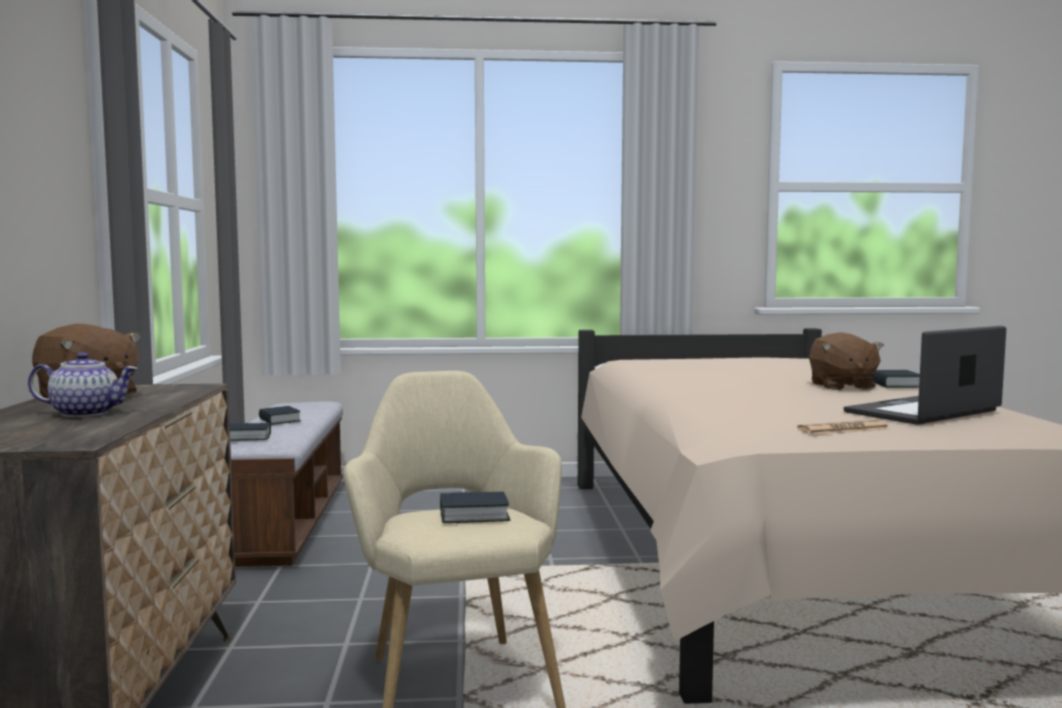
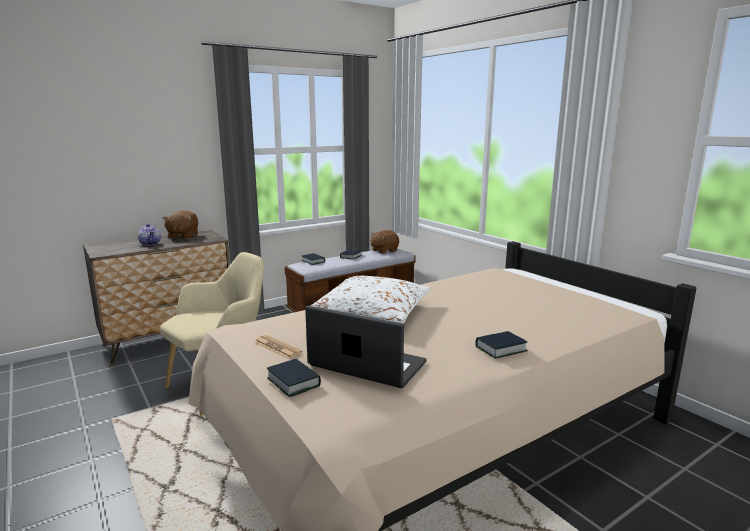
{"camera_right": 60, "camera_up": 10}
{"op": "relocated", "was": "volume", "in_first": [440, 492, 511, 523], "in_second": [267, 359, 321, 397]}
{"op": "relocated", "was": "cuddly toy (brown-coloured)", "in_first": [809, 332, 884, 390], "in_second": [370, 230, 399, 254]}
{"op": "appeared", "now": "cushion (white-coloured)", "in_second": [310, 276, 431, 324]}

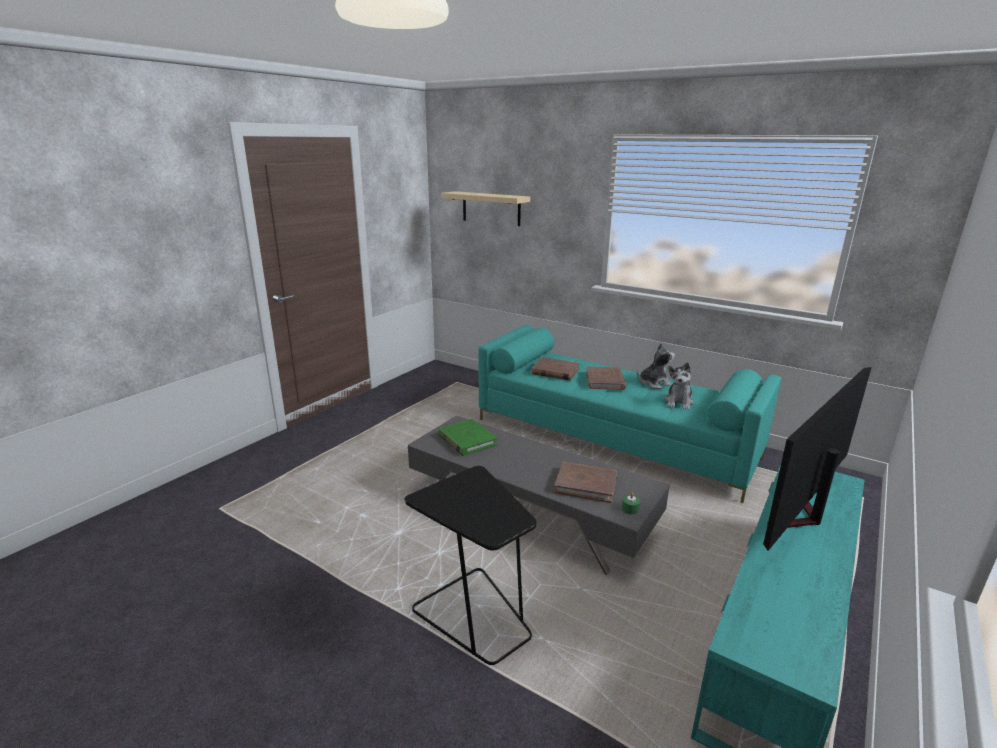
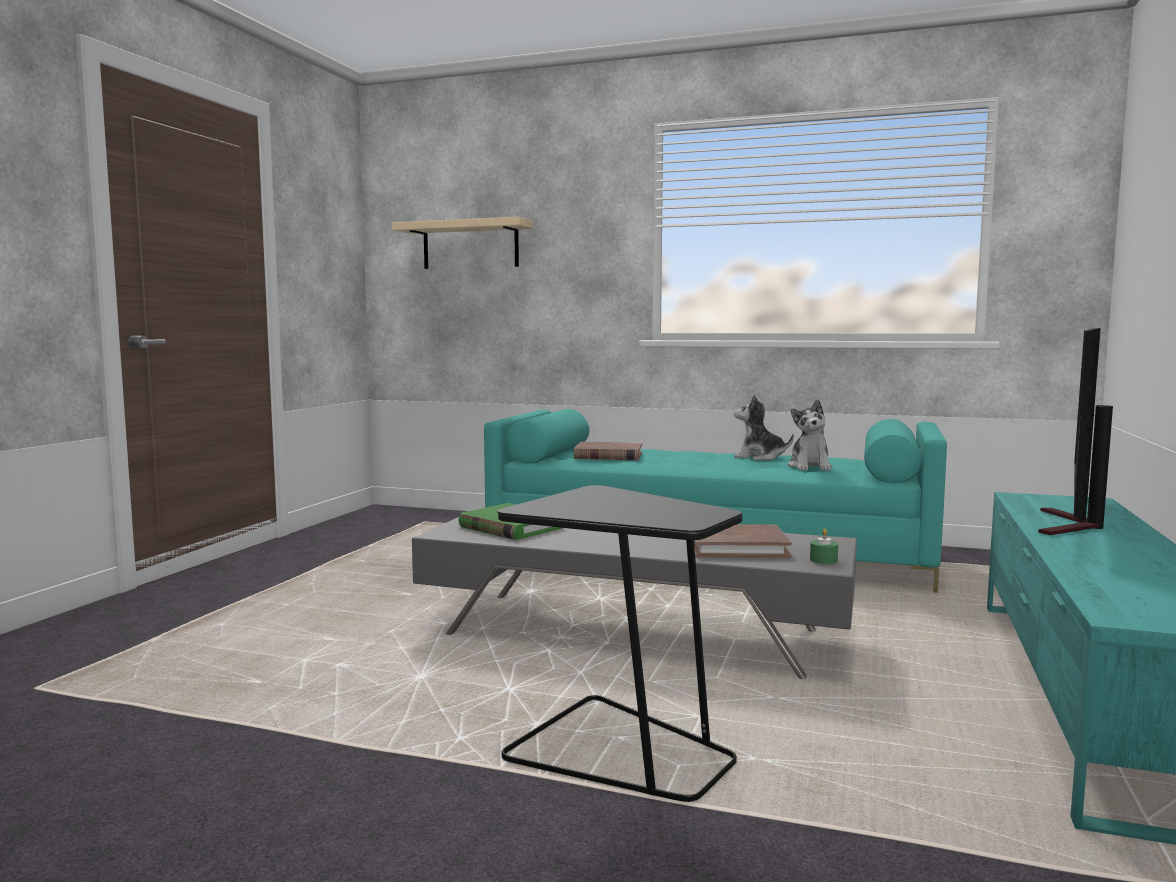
{"camera_right": -15, "camera_up": -15}
{"op": "missing", "was": "volume (brown-coloured)", "in_first": [586, 366, 626, 390]}
{"op": "spun", "was": "cuddly toy", "in_first": [637, 343, 675, 389], "in_second": [734, 394, 794, 460], "clockwise": -120}

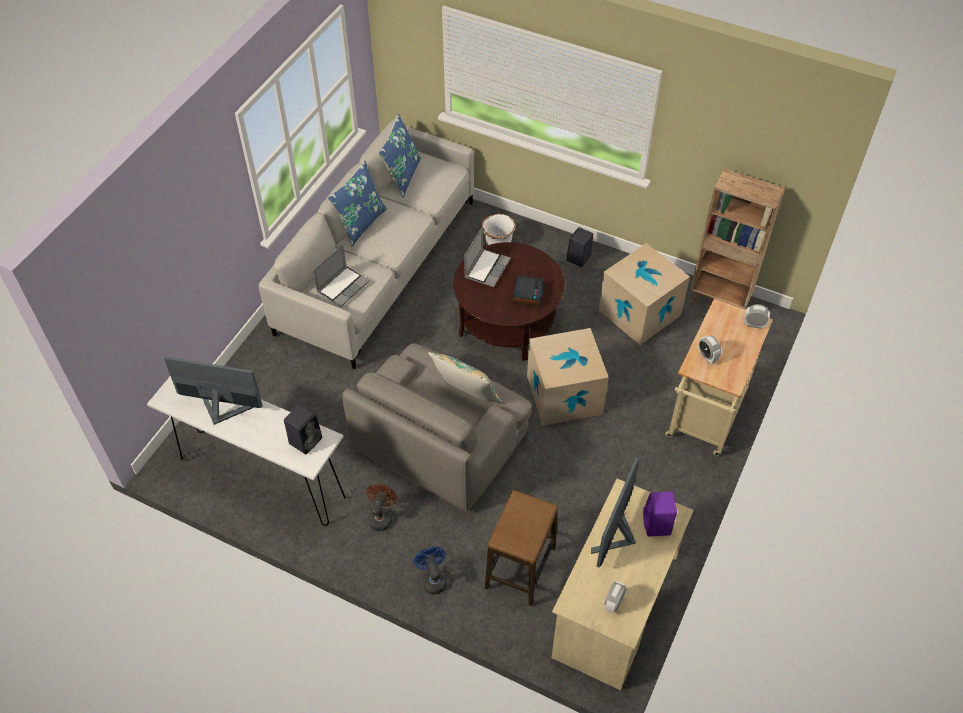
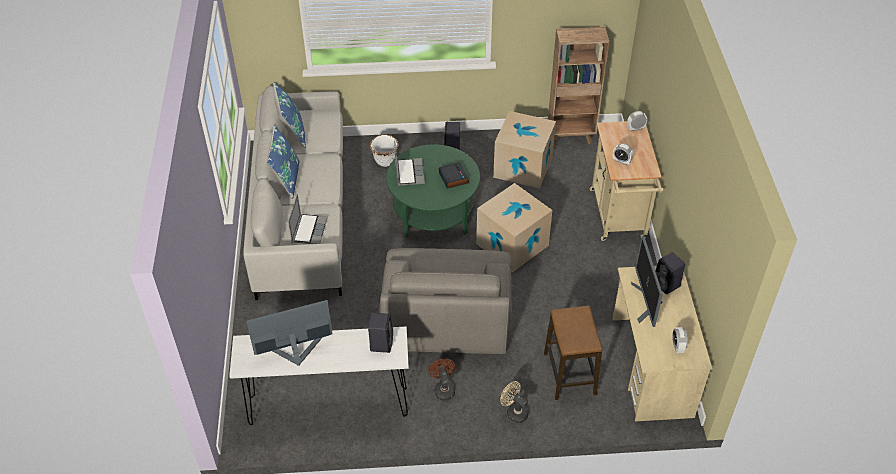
{"camera_right": -30, "camera_up": -5}
{"op": "colour", "was": "electric fan (bluish)", "now": "electric fan (sand-coloured)", "in_first": [414, 546, 447, 594], "in_second": [500, 381, 529, 423]}
{"op": "missing", "was": "cushion (sand-coloured)", "in_first": [428, 352, 502, 403]}
{"op": "colour", "was": "low table (brown-coloured)", "now": "low table (greenish)", "in_first": [453, 242, 565, 361], "in_second": [386, 144, 480, 237]}
{"op": "colour", "was": "audio speaker (purplish)", "now": "audio speaker (black-coloured)", "in_first": [643, 491, 677, 537], "in_second": [655, 252, 685, 294]}

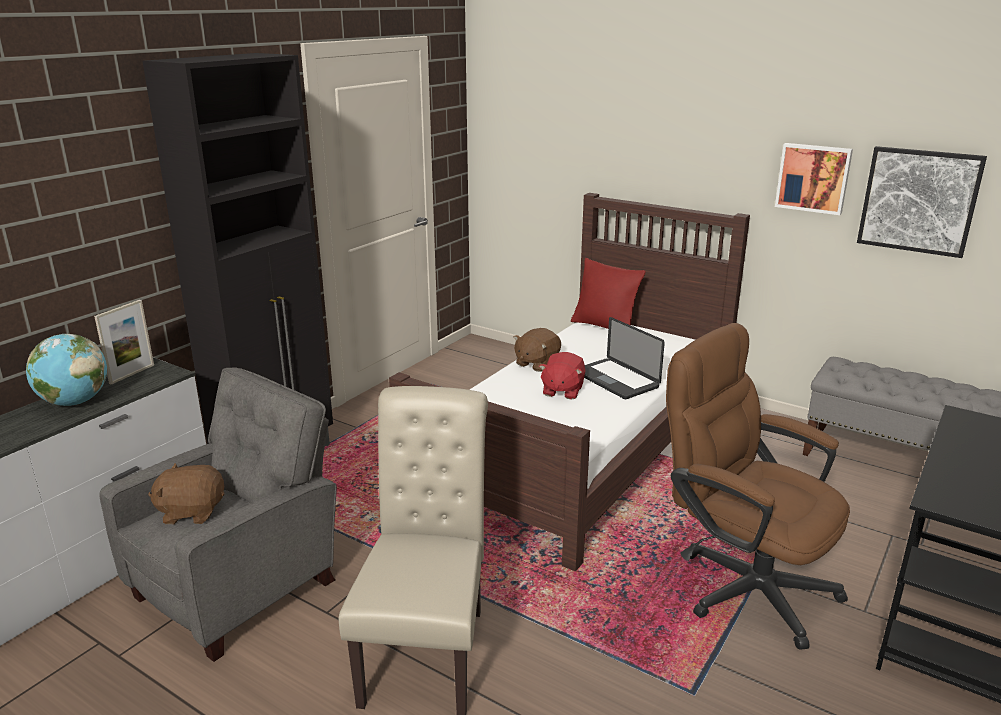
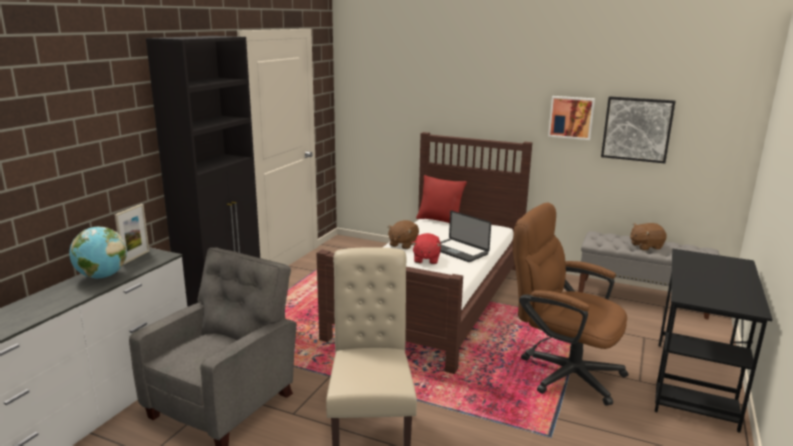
{"camera_right": -10, "camera_up": -5}
{"op": "relocated", "was": "cuddly toy (brown-coloured)", "in_first": [148, 463, 224, 524], "in_second": [630, 223, 667, 250]}

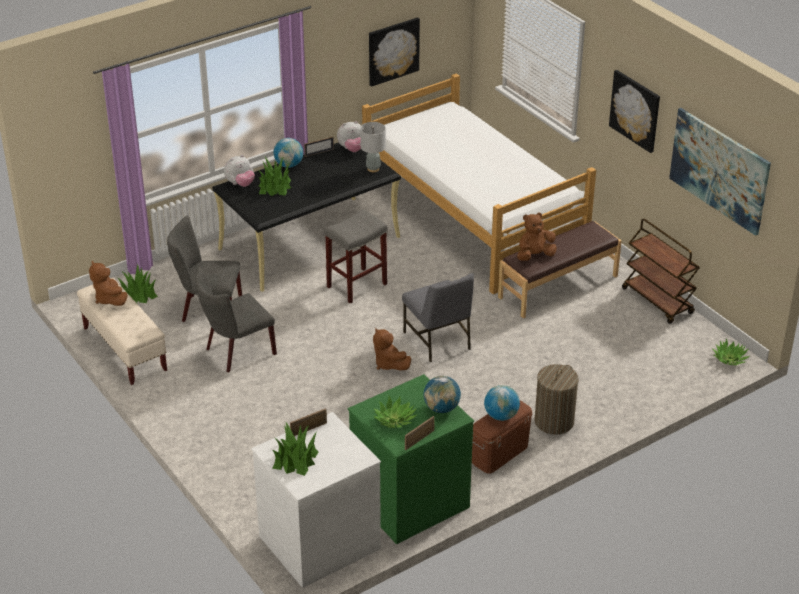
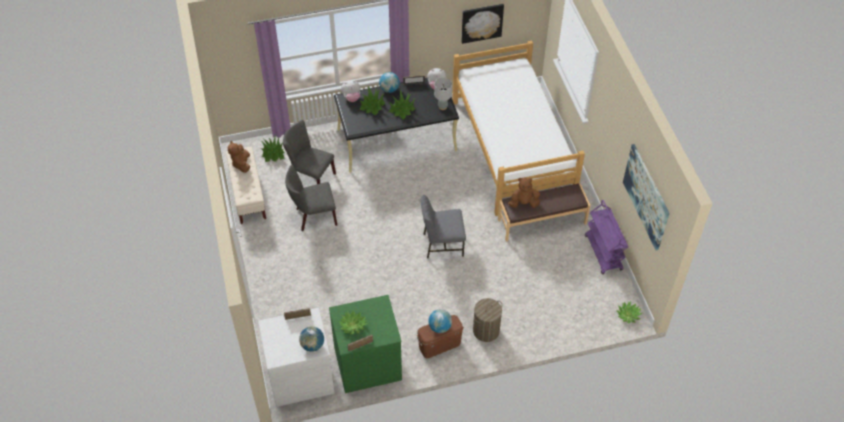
{"camera_right": 20, "camera_up": 15}
{"op": "relocated", "was": "potted plant", "in_first": [272, 422, 318, 476], "in_second": [389, 90, 416, 119]}
{"op": "missing", "was": "sitting stool (gray)", "in_first": [324, 210, 388, 304]}
{"op": "missing", "was": "cuddly toy (brown-coloured)", "in_first": [373, 328, 411, 371]}
{"op": "spun", "was": "upright chair (gray)", "in_first": [402, 273, 474, 362], "in_second": [420, 195, 466, 259], "clockwise": 90}
{"op": "relocated", "was": "globe", "in_first": [423, 376, 461, 413], "in_second": [299, 326, 324, 352]}
{"op": "missing", "was": "wall picture", "in_first": [609, 70, 660, 153]}
{"op": "colour", "was": "wheeled cart (brown-coloured)", "now": "wheeled cart (purplish)", "in_first": [622, 219, 700, 324], "in_second": [585, 200, 628, 274]}

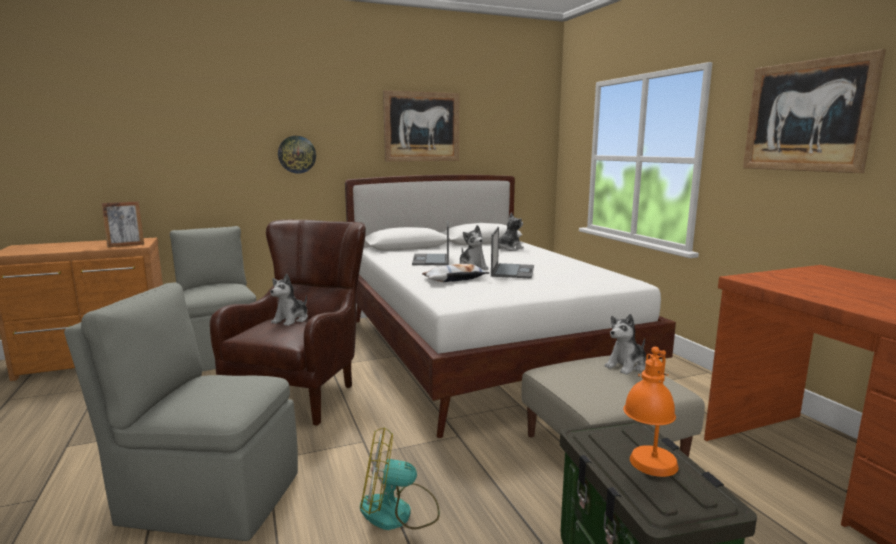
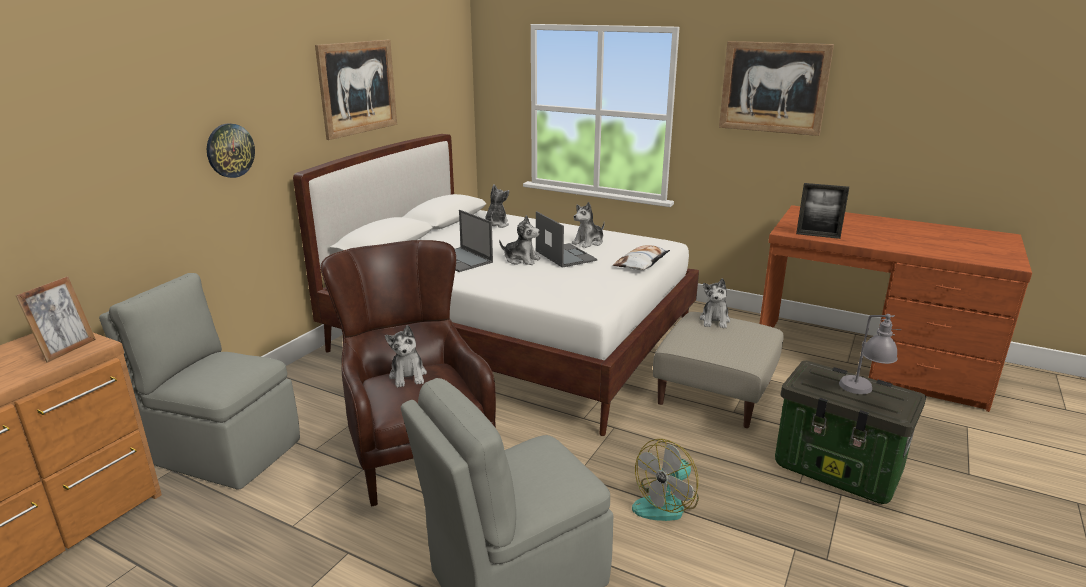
{"camera_right": -40, "camera_up": 10}
{"op": "relocated", "was": "cushion", "in_first": [422, 264, 490, 282], "in_second": [613, 245, 670, 270]}
{"op": "colour", "was": "table lamp (orange)", "now": "table lamp (gray)", "in_first": [623, 347, 679, 477], "in_second": [839, 314, 901, 394]}
{"op": "appeared", "now": "cuddly toy", "in_second": [572, 202, 605, 248]}
{"op": "appeared", "now": "photo frame", "in_second": [796, 183, 849, 239]}

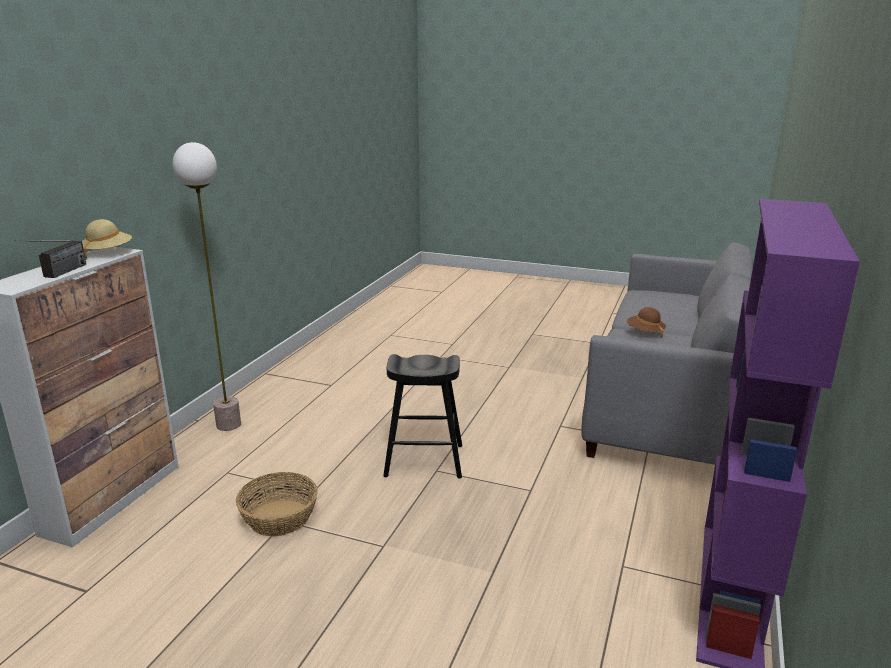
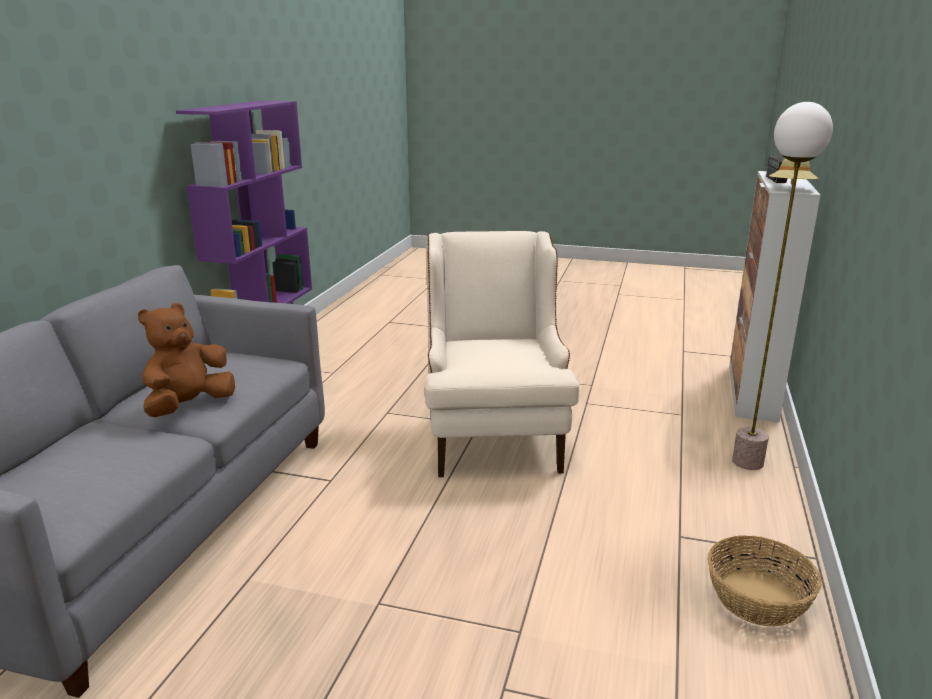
{"camera_right": 175, "camera_up": 0}
{"op": "relocated", "was": "household basket", "in_first": [236, 472, 318, 536], "in_second": [707, 536, 822, 627]}
{"op": "exchanged", "was": "sitting stool (black-coloured)", "now": "armchair (sand-coloured)", "in_first": [383, 354, 462, 478], "in_second": [425, 231, 579, 477]}
{"op": "exchanged", "was": "hat (brown-coloured)", "now": "cuddly toy (brown-coloured)", "in_first": [627, 307, 666, 338], "in_second": [138, 303, 235, 417]}

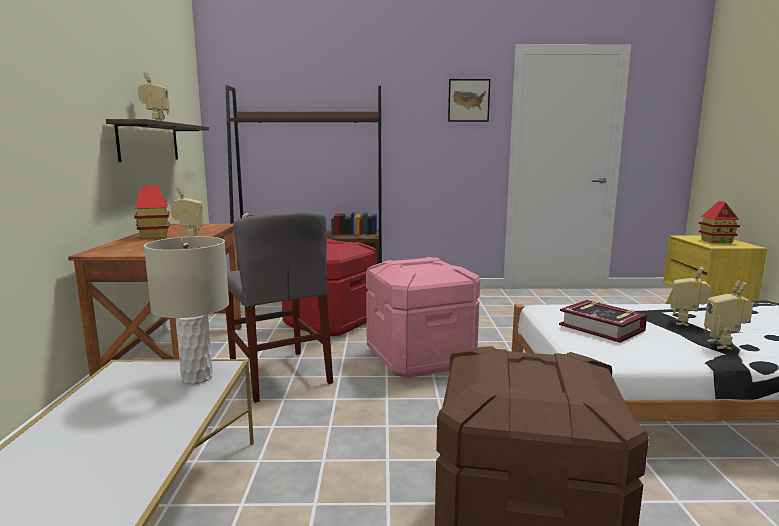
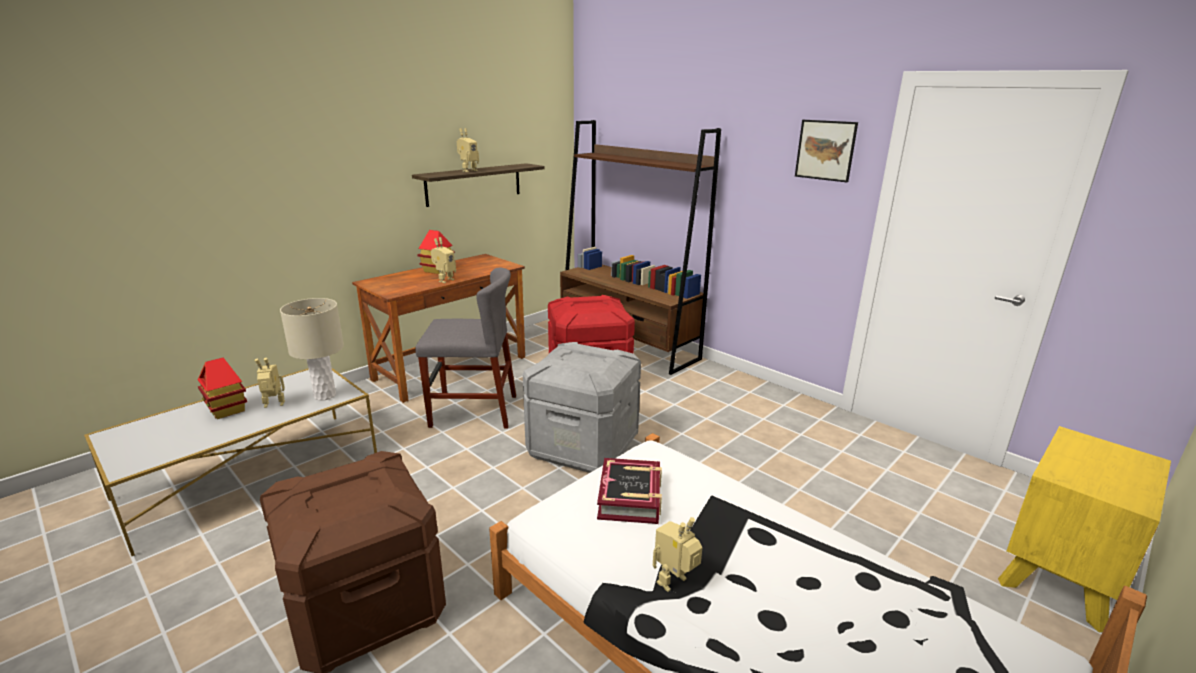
{"camera_right": 45, "camera_up": 10}
{"op": "spun", "was": "upright chair (gray)", "in_first": [225, 211, 333, 403], "in_second": [415, 267, 516, 429], "clockwise": -105}
{"op": "colour", "was": "storage box (pink-coloured)", "now": "storage box (gray)", "in_first": [366, 257, 480, 378], "in_second": [523, 342, 641, 473]}
{"op": "relocated", "was": "model robot", "in_first": [671, 266, 710, 326], "in_second": [255, 358, 285, 408]}
{"op": "relocated", "was": "toy house", "in_first": [699, 201, 740, 243], "in_second": [198, 358, 247, 419]}

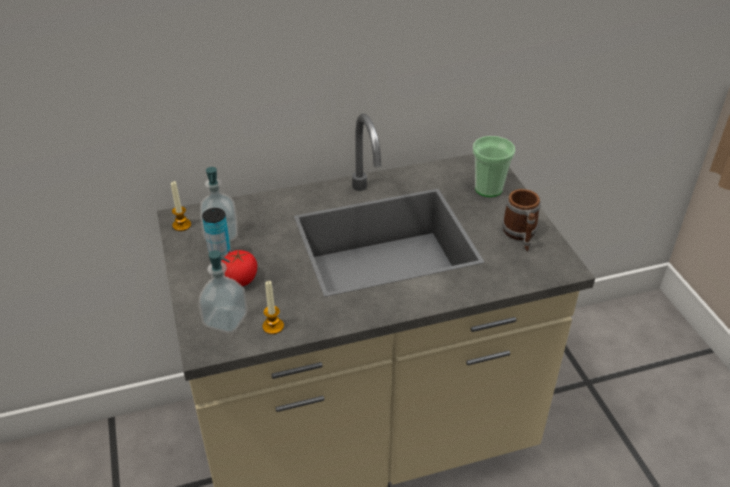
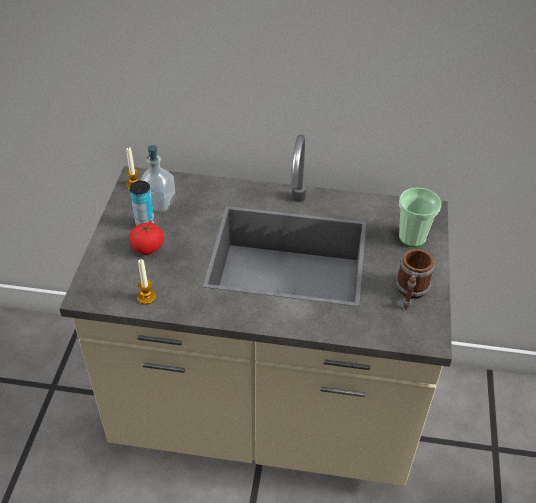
{"camera_right": 25, "camera_up": 5}
{"op": "missing", "was": "liquid soap bottle", "in_first": [198, 250, 247, 333]}

